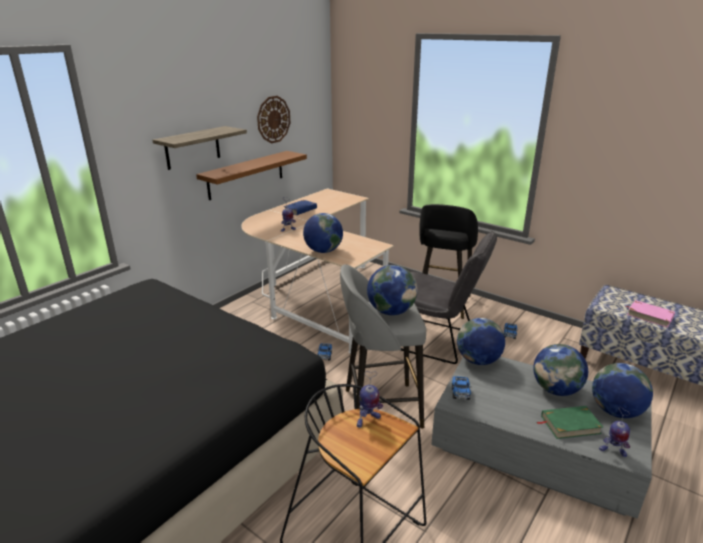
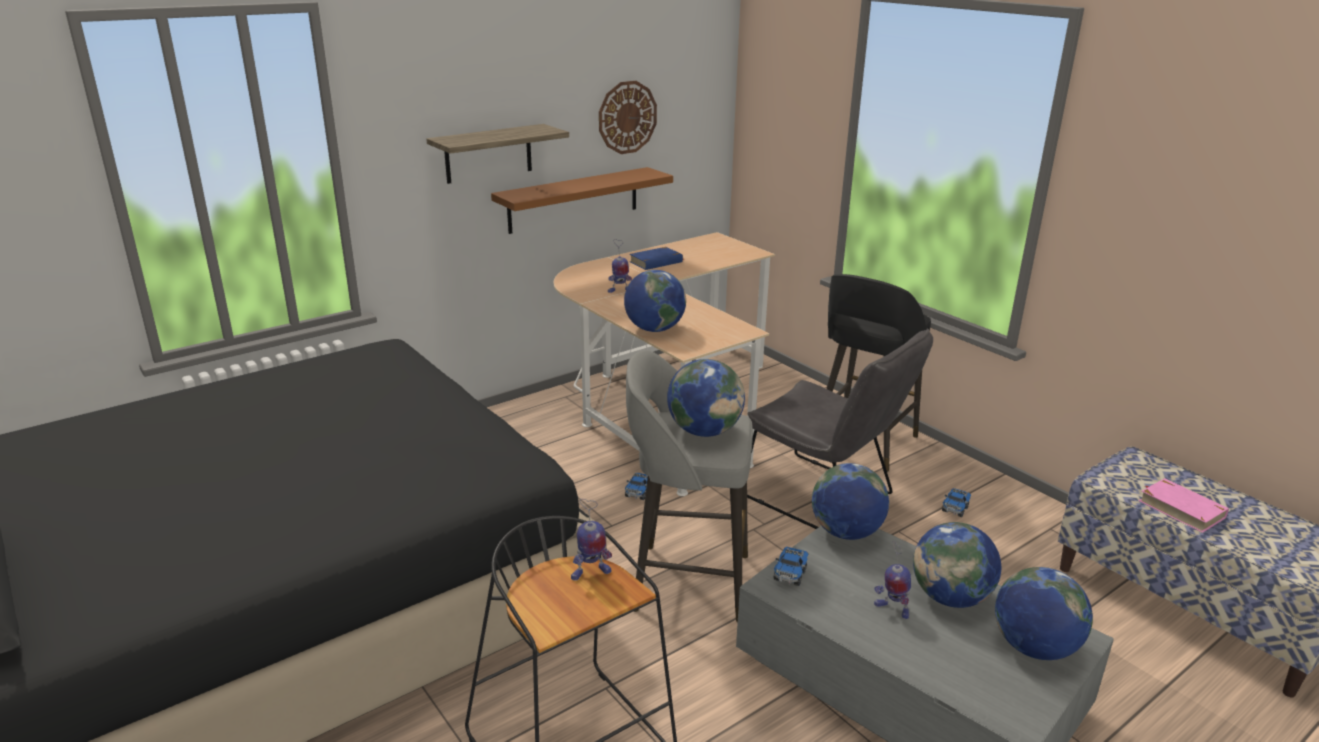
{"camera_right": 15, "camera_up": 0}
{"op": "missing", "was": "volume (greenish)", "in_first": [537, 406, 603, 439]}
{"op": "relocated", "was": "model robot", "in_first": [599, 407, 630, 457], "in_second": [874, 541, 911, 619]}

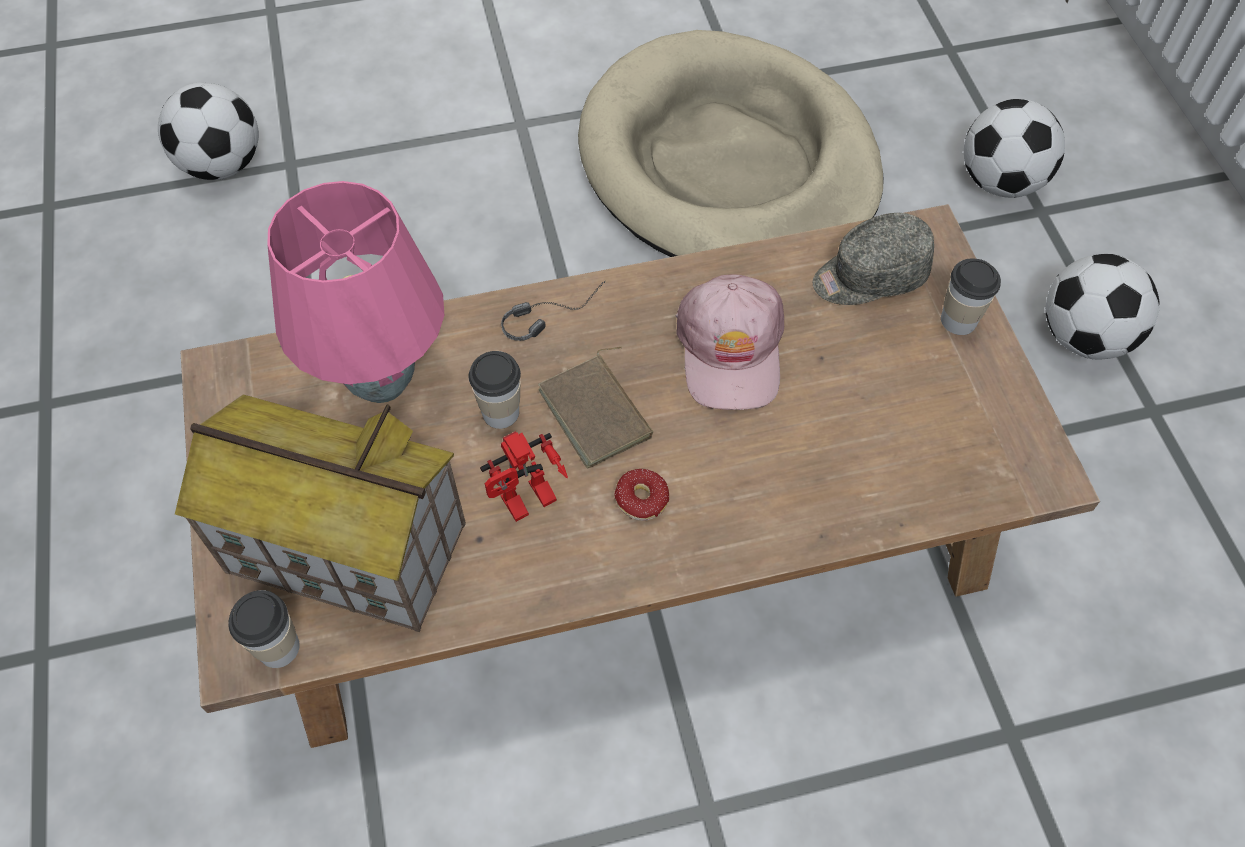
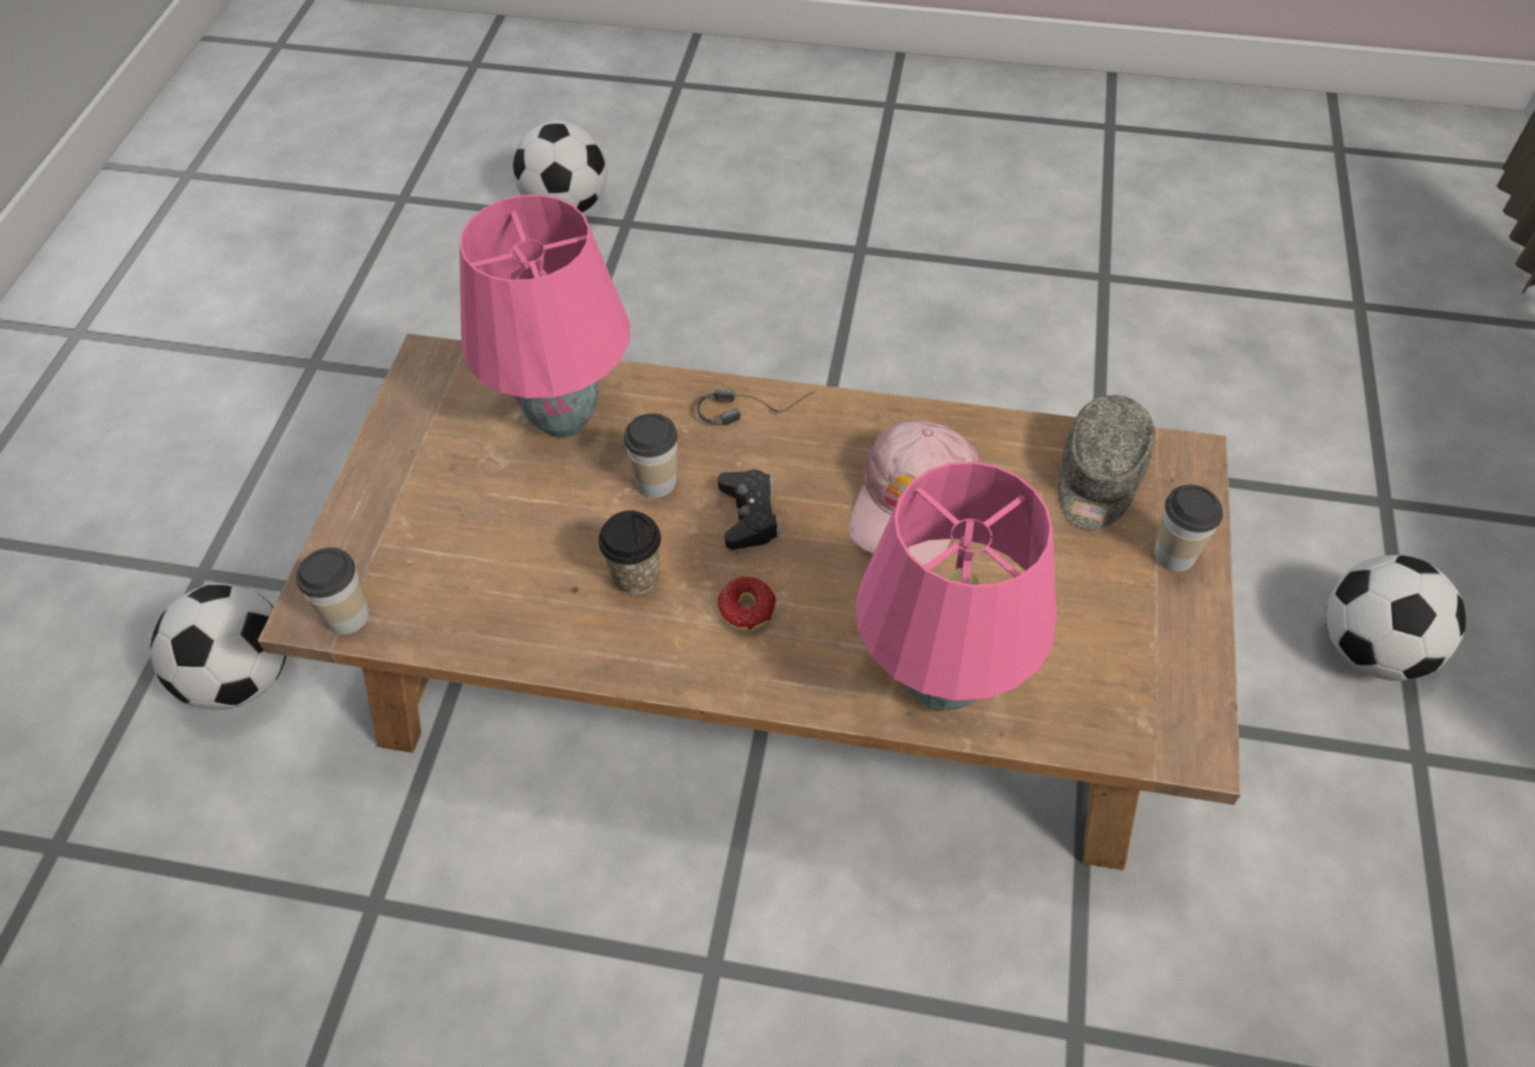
{"camera_right": 25, "camera_up": -5}
{"op": "missing", "was": "toy house", "in_first": [175, 394, 466, 632]}
{"op": "exchanged", "was": "model robot", "now": "small cup", "in_first": [480, 431, 568, 522], "in_second": [598, 510, 661, 595]}
{"op": "exchanged", "was": "volume (brown-coloured)", "now": "gamepad (black-coloured)", "in_first": [538, 347, 653, 469], "in_second": [718, 470, 780, 550]}
{"op": "missing", "was": "pet bed (sand-coloured)", "in_first": [578, 30, 884, 257]}
{"op": "spun", "was": "baseball cap (gray)", "in_first": [813, 213, 934, 305], "in_second": [1058, 395, 1155, 530], "clockwise": -75}
{"op": "relocated", "was": "football ball", "in_first": [964, 99, 1065, 198], "in_second": [150, 584, 286, 710]}
{"op": "appeared", "now": "table lamp (pink-coloured)", "in_second": [855, 462, 1057, 711]}

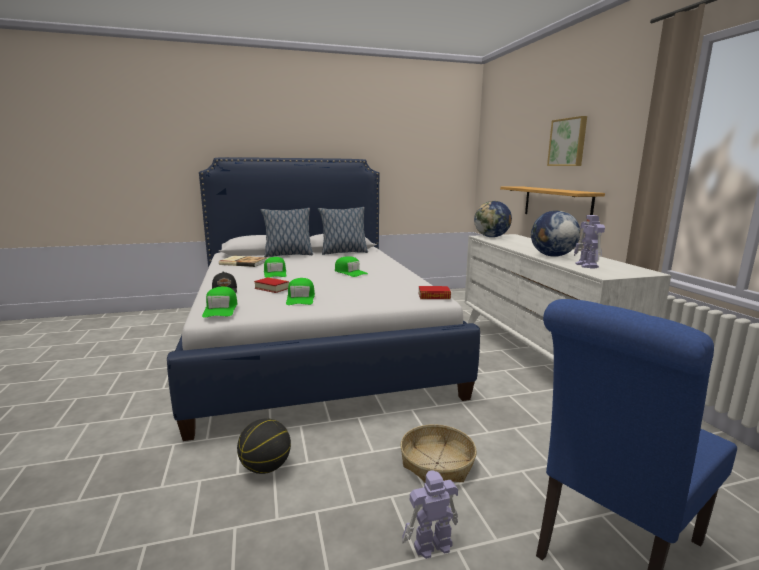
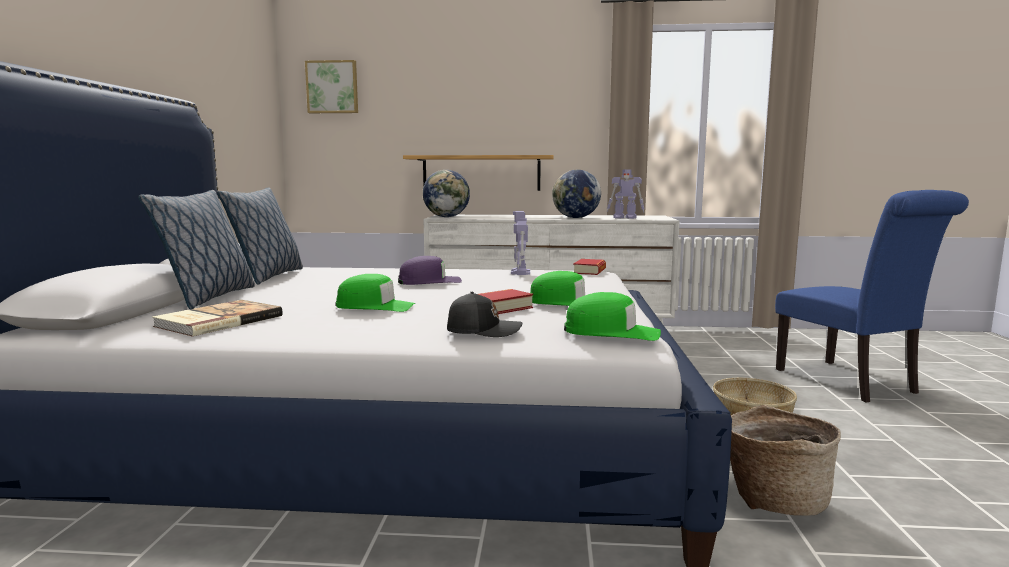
{"camera_right": -70, "camera_up": -5}
{"op": "exchanged", "was": "ball for basketball", "now": "household basket", "in_first": [237, 418, 291, 474], "in_second": [730, 405, 841, 515]}
{"op": "colour", "was": "baseball cap (greenish)", "now": "baseball cap (purplish)", "in_first": [335, 256, 368, 277], "in_second": [398, 256, 462, 285]}
{"op": "relocated", "was": "model robot", "in_first": [402, 470, 458, 559], "in_second": [511, 211, 530, 275]}
{"op": "relocated", "was": "wall picture", "in_first": [547, 116, 587, 166], "in_second": [305, 60, 358, 113]}

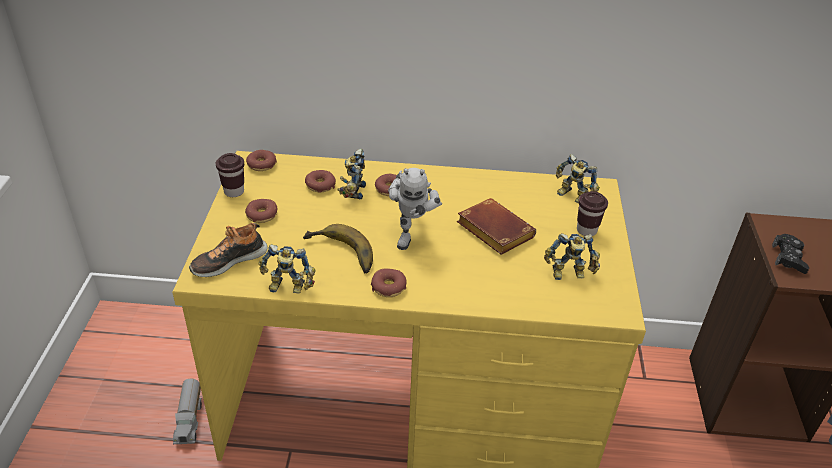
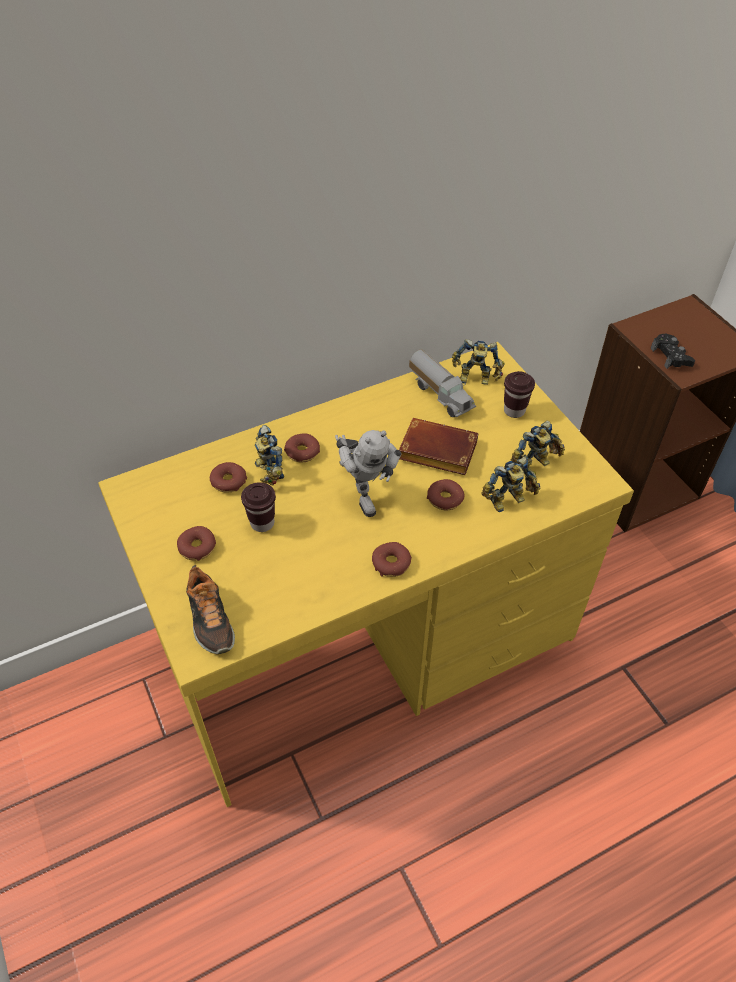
{"camera_right": -30, "camera_up": 10}
{"op": "relocated", "was": "toy truck", "in_first": [173, 379, 202, 444], "in_second": [409, 349, 476, 417]}
{"op": "spun", "was": "item of footwear", "in_first": [189, 223, 268, 277], "in_second": [186, 565, 235, 654], "clockwise": -45}
{"op": "relocated", "was": "small cup (brown-coloured)", "in_first": [216, 153, 244, 197], "in_second": [241, 482, 276, 532]}
{"op": "relocated", "was": "doughnut", "in_first": [246, 150, 277, 171], "in_second": [427, 479, 464, 510]}
{"op": "relocated", "was": "model robot", "in_first": [258, 244, 316, 293], "in_second": [481, 457, 540, 512]}
{"op": "missing", "was": "whole banana", "in_first": [303, 224, 373, 274]}

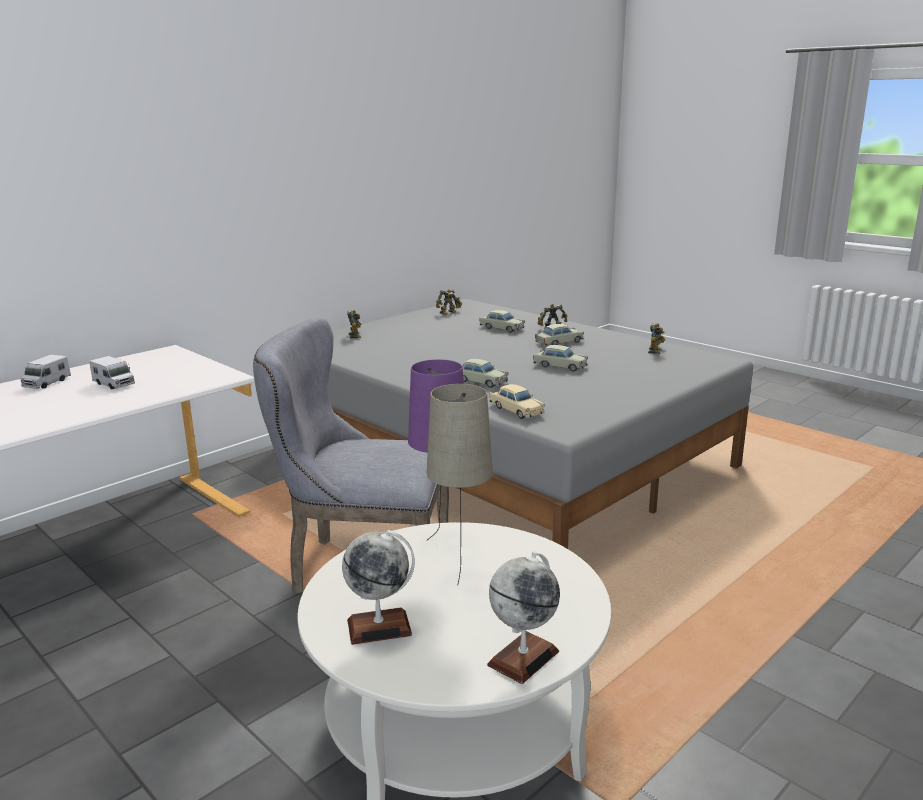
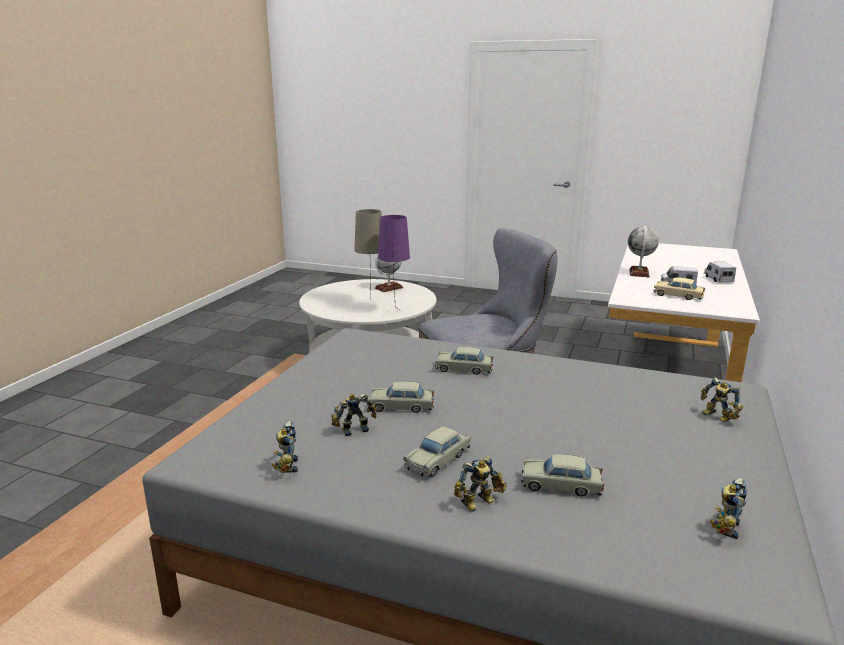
{"camera_right": 155, "camera_up": 0}
{"op": "relocated", "was": "globe", "in_first": [487, 552, 560, 684], "in_second": [628, 226, 659, 277]}
{"op": "relocated", "was": "model car (sand-coloured)", "in_first": [490, 384, 545, 419], "in_second": [654, 277, 705, 300]}
{"op": "appeared", "now": "model robot", "in_second": [331, 394, 377, 436]}

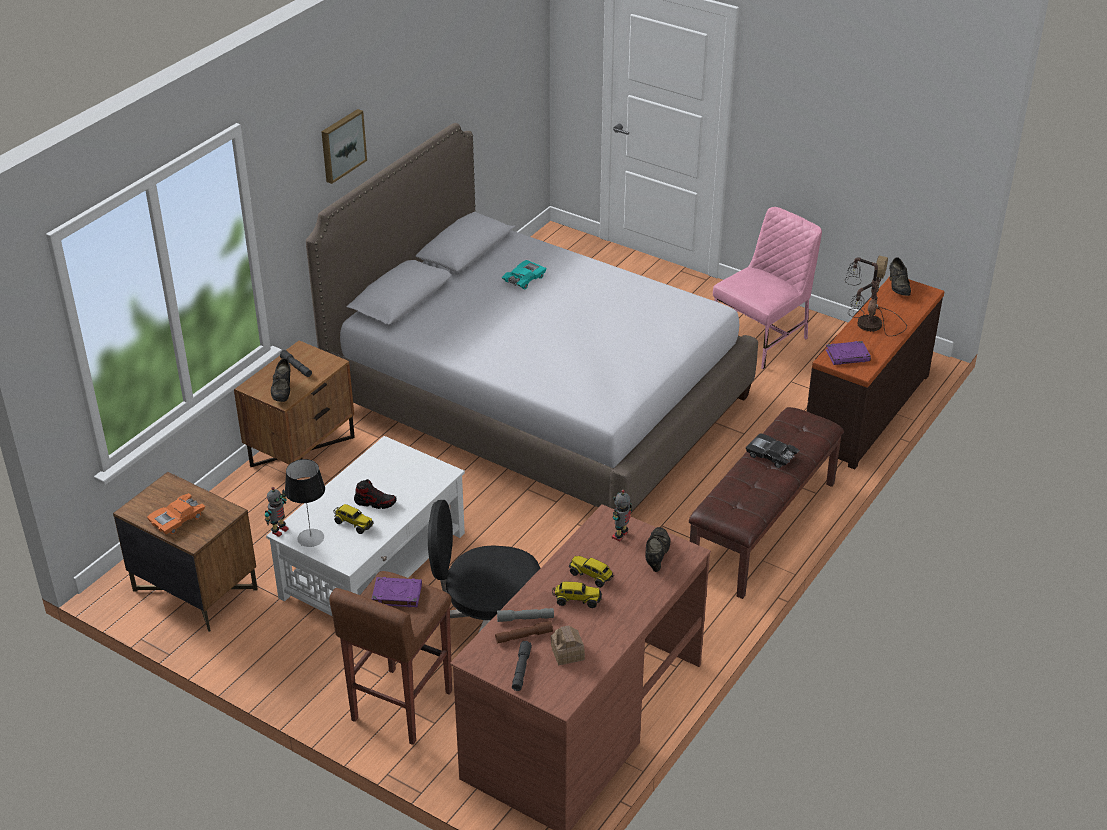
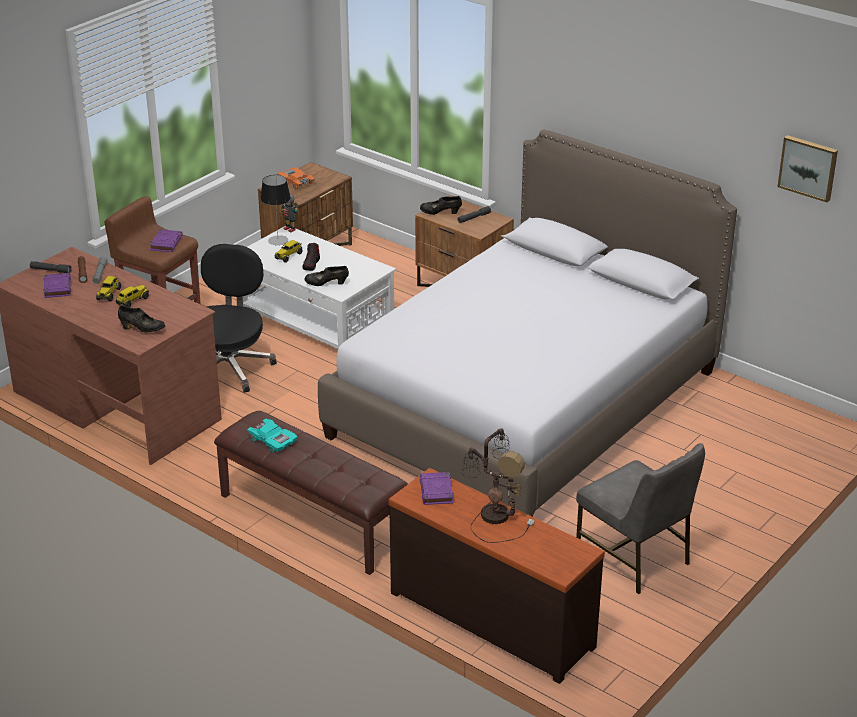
{"camera_right": 95, "camera_up": -5}
{"op": "relocated", "was": "wall picture", "in_first": [321, 109, 367, 184], "in_second": [778, 135, 838, 202]}
{"op": "relocated", "was": "model car (turquoise)", "in_first": [501, 260, 546, 289], "in_second": [247, 419, 298, 452]}
{"op": "exchanged", "was": "toy house", "now": "volume (purplish)", "in_first": [551, 625, 585, 665], "in_second": [43, 273, 71, 298]}
{"op": "missing", "was": "model robot", "in_first": [612, 490, 632, 541]}
{"op": "colour", "was": "upright chair (pink-coloured)", "now": "upright chair (gray)", "in_first": [713, 207, 822, 369], "in_second": [576, 443, 705, 594]}
{"op": "missing", "was": "model car (black-coloured)", "in_first": [746, 434, 800, 468]}
{"op": "relocated", "was": "item of footwear (black-coloured)", "in_first": [889, 257, 911, 296], "in_second": [305, 266, 349, 286]}

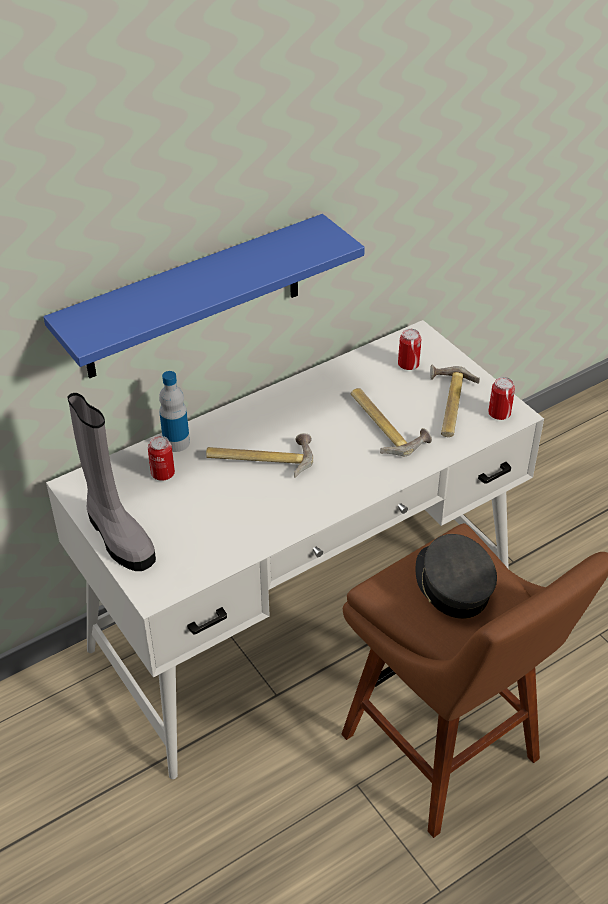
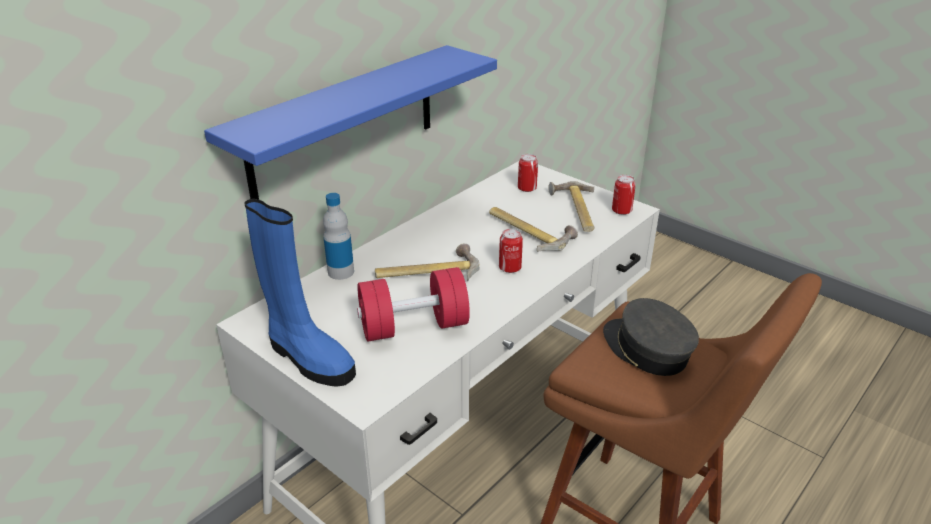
{"camera_right": -15, "camera_up": -10}
{"op": "colour", "was": "tall boot (gray)", "now": "tall boot (bluish)", "in_first": [68, 393, 156, 571], "in_second": [244, 199, 356, 387]}
{"op": "relocated", "was": "can", "in_first": [148, 436, 175, 481], "in_second": [499, 228, 523, 273]}
{"op": "appeared", "now": "dumbbell (red)", "in_second": [357, 267, 470, 341]}

